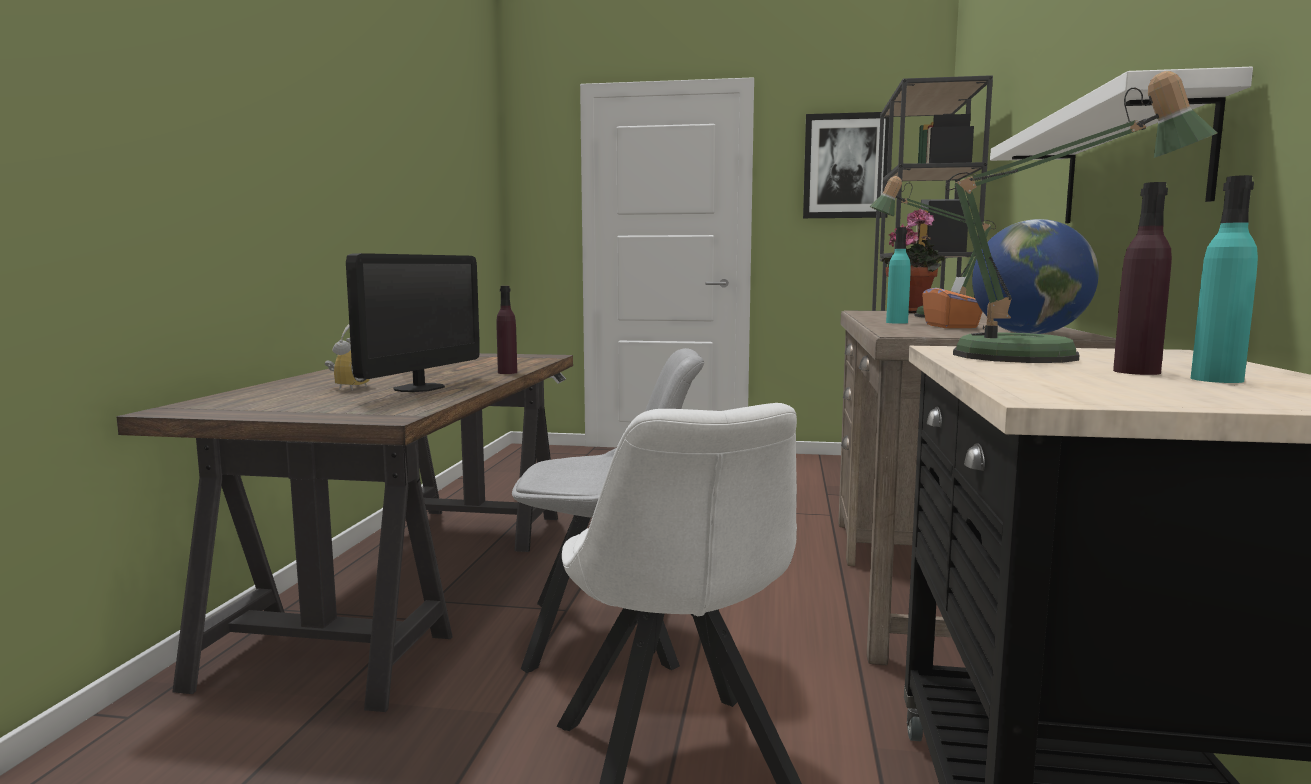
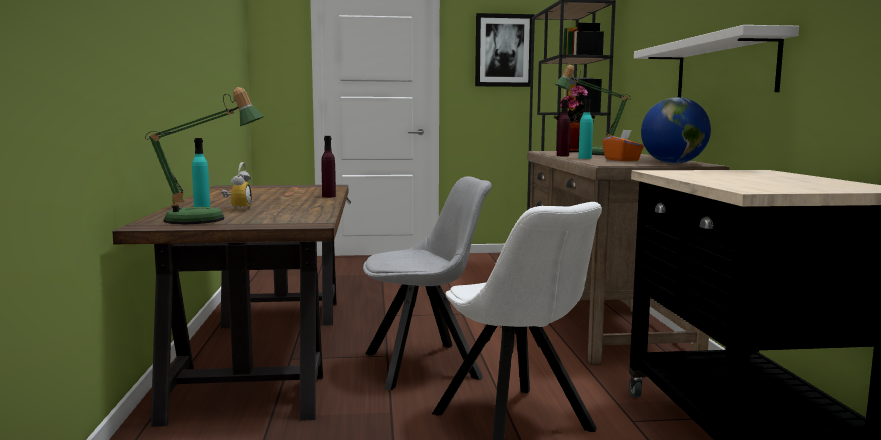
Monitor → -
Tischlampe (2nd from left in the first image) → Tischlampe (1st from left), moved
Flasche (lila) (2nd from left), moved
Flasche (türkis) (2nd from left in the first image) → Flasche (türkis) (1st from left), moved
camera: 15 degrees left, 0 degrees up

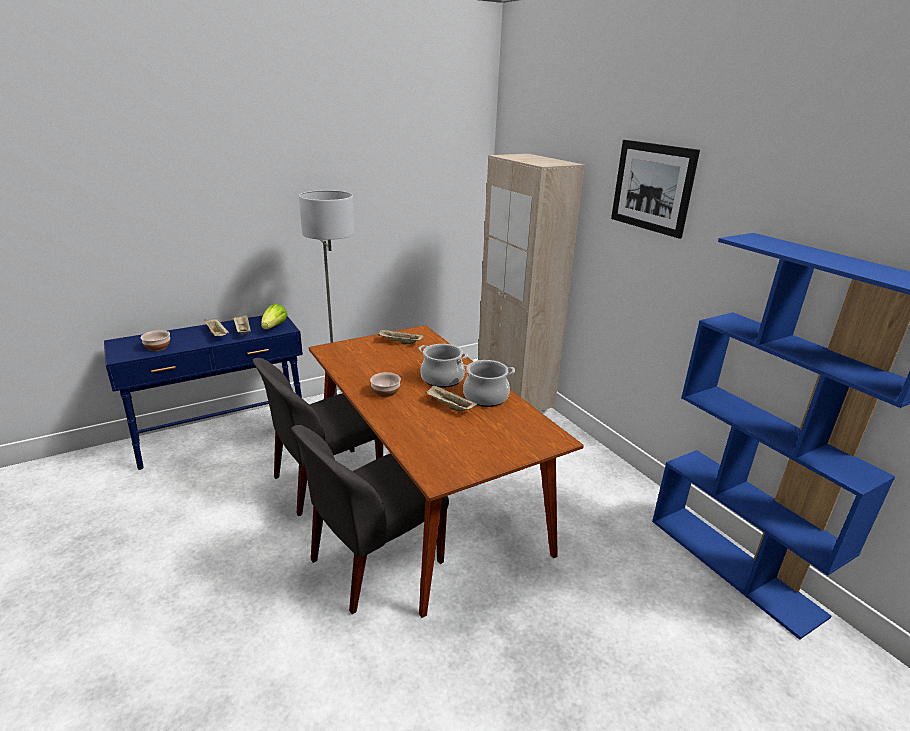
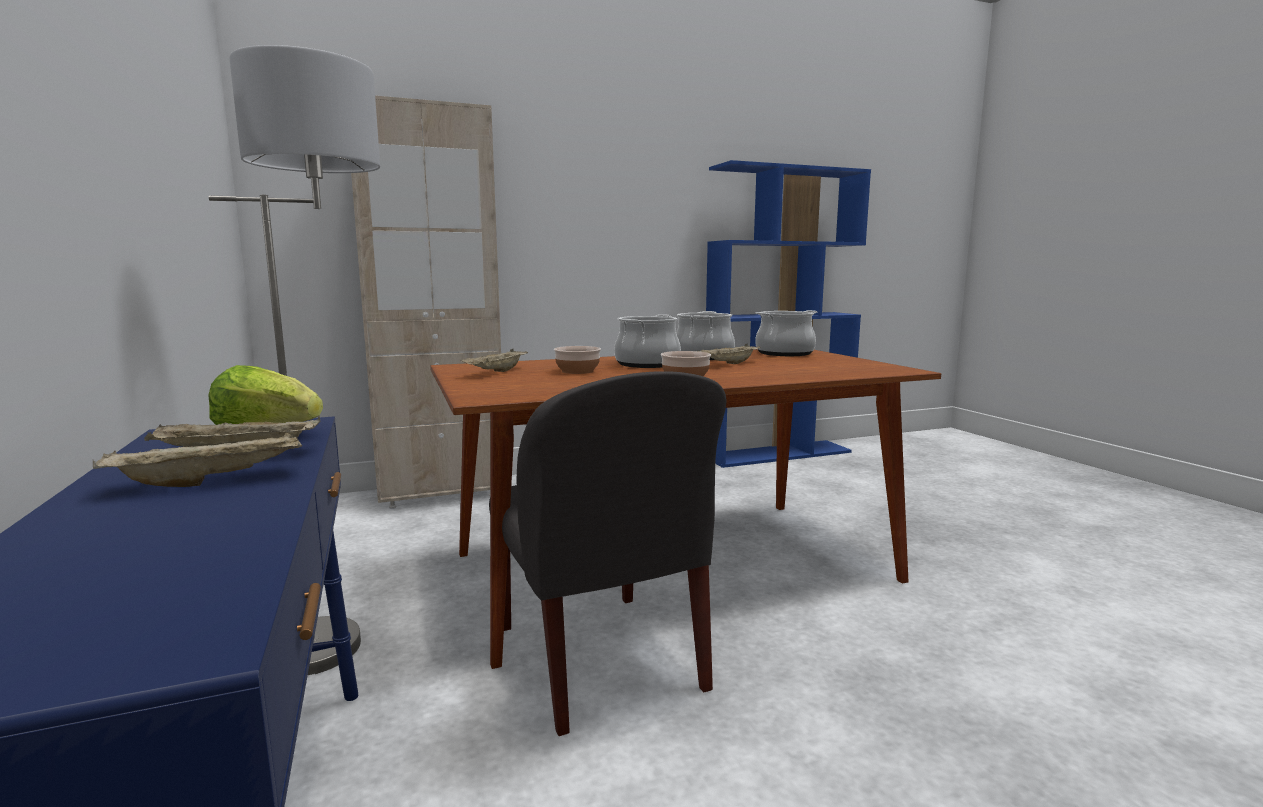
Schüssel (1st from left), moved
Stuhl (grau) (2nd from left) → -
Bild → -
- → Kochtopf (3rd from left)
camera: 80 degrees left, 15 degrees down

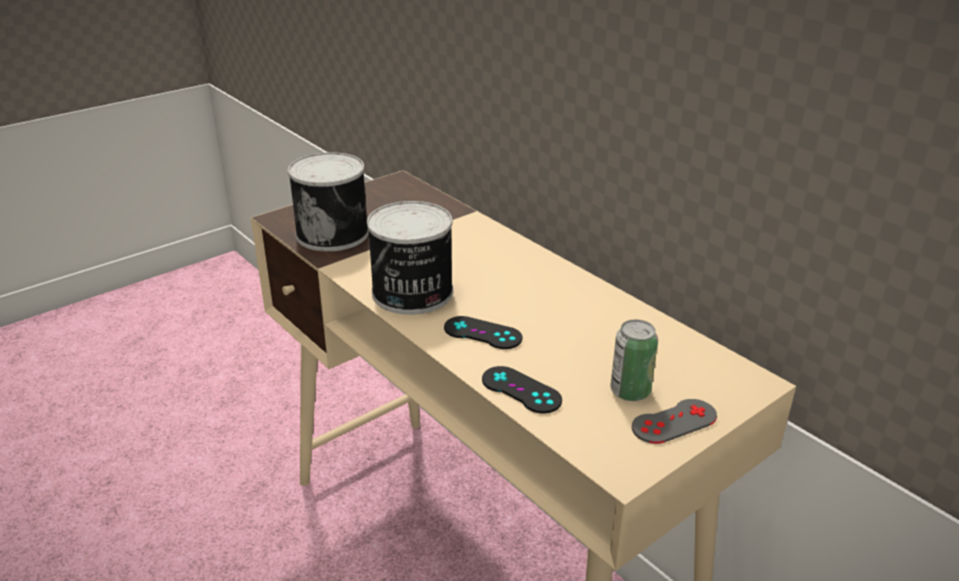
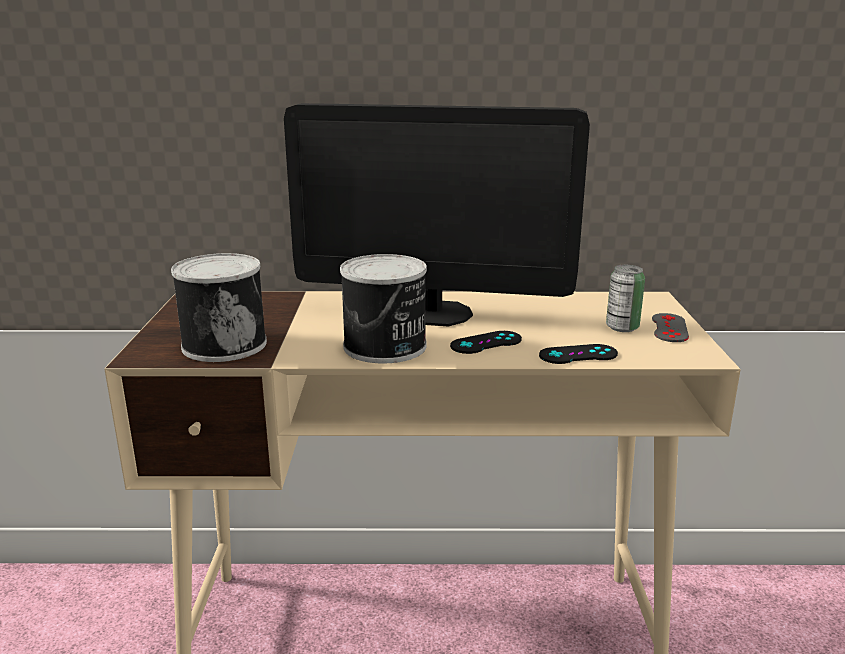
- → Monitor
camera: 50 degrees left, 10 degrees down

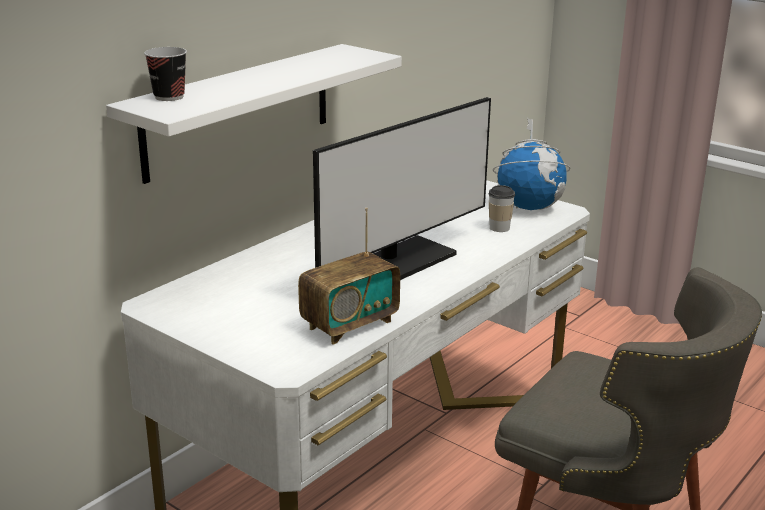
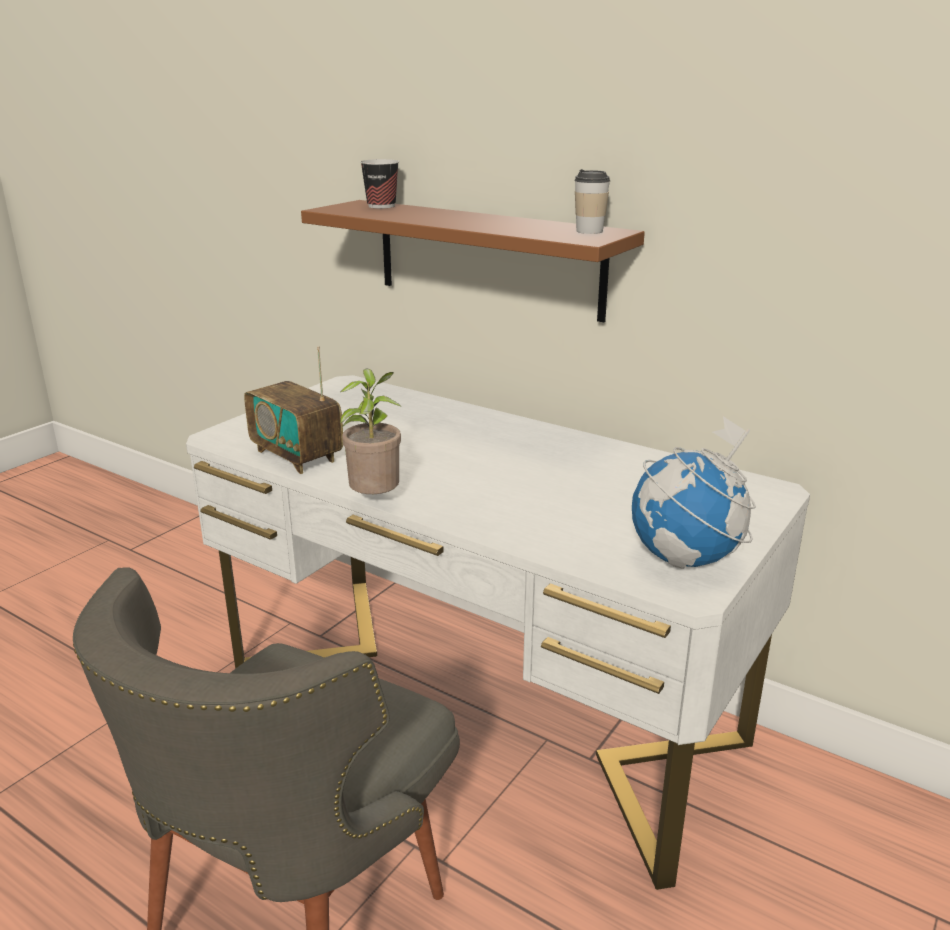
Wandregal (weiß) → Wandregal (braun)
Monitor → -
Tasse (2nd from left), moved
- → Topfpflanze
camera: 85 degrees right, 0 degrees up

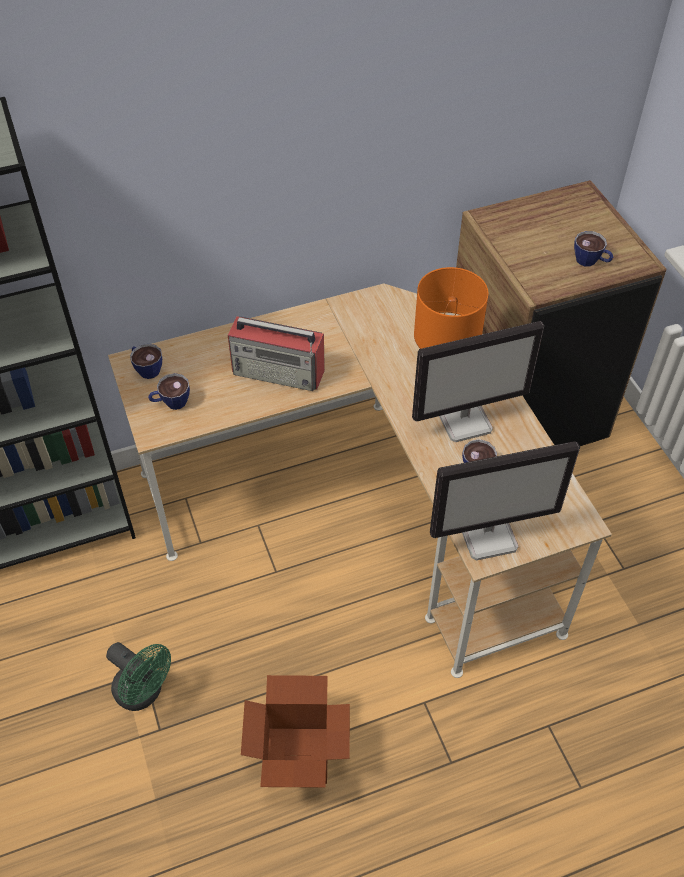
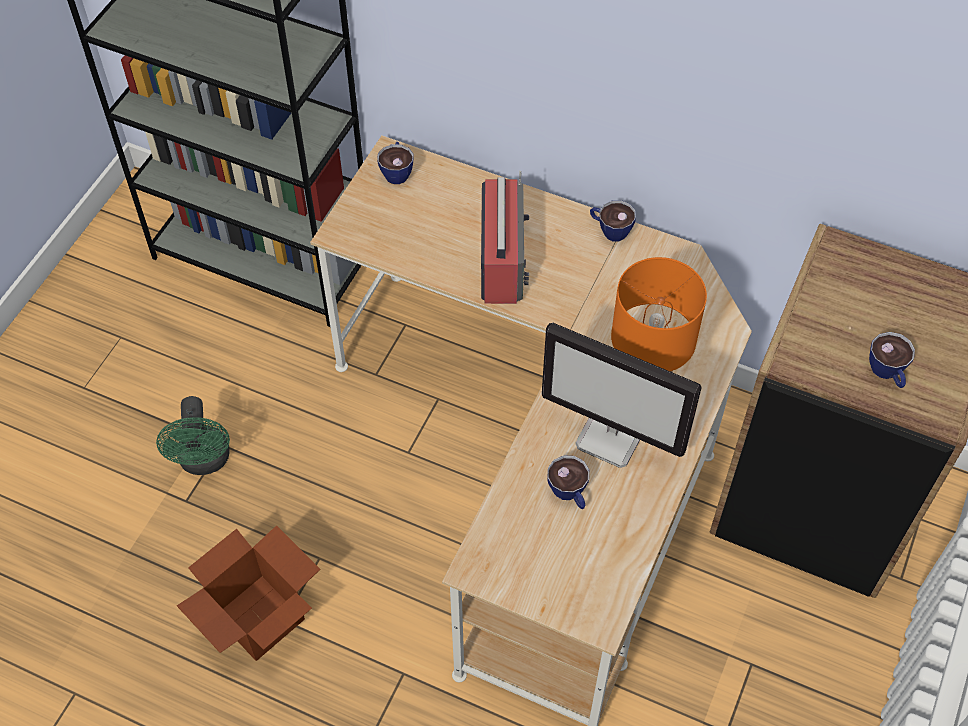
Tasse (2nd from left in the first image) → Tasse (3rd from left), moved
Radio, 150 degrees counterclockwise
Monitor (2nd from left) → -
camera: 45 degrees right, 5 degrees up

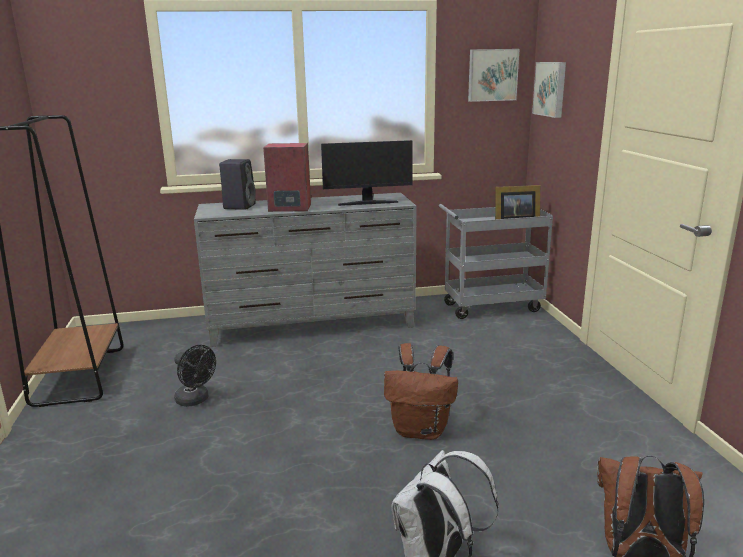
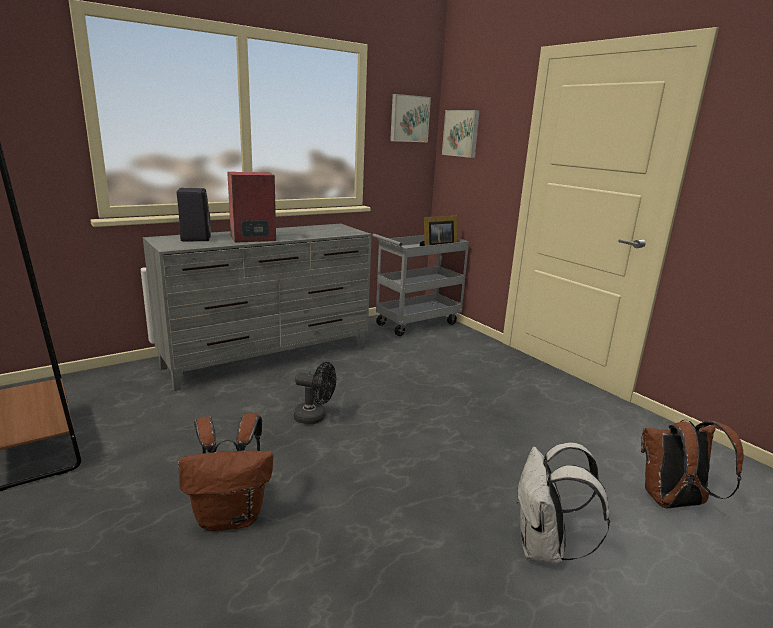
Ventilator (schwarz), moved
Monitor → -
Rucksack (braun) (1st from left), moved
camera: 25 degrees left, 0 degrees up

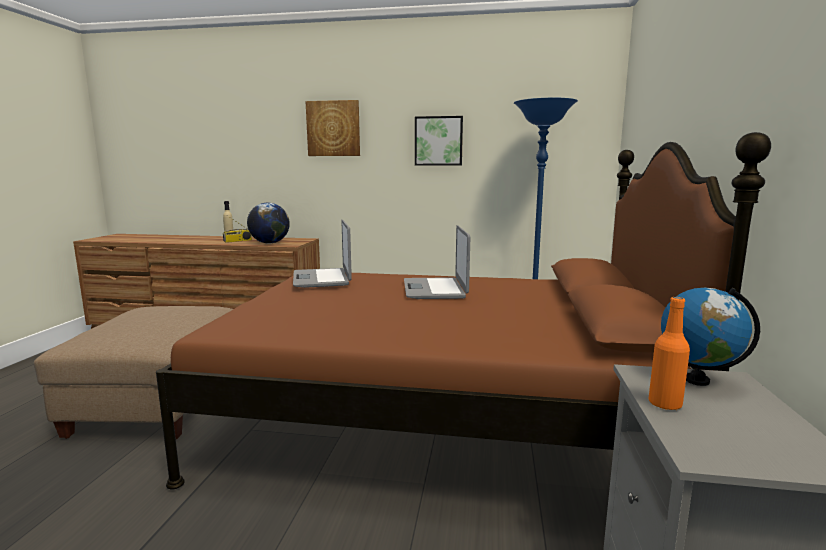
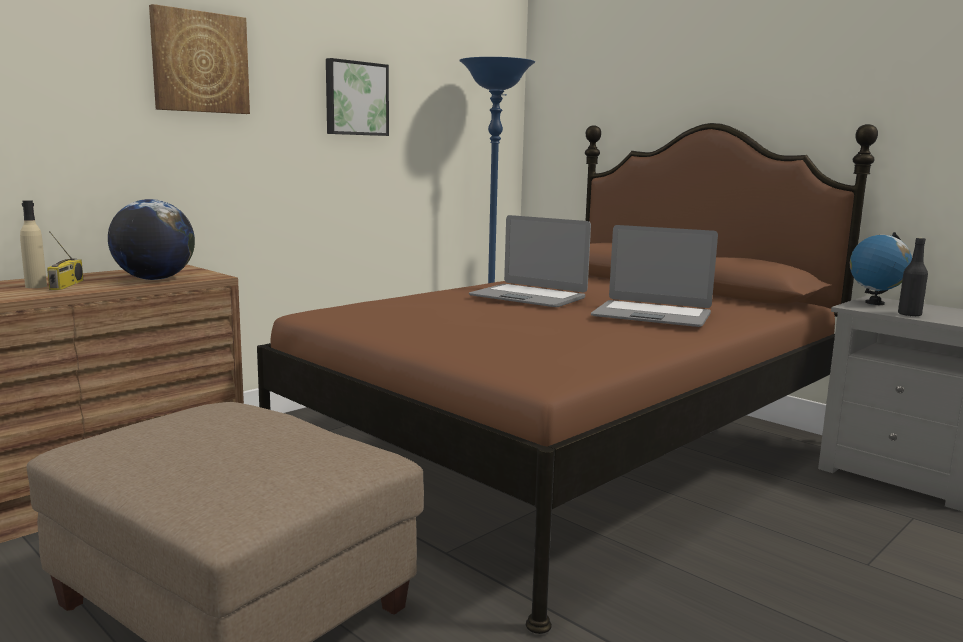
Laptop (1st from left in the first image) → Laptop (2nd from left), moved
Flasche (orange) → Flasche (schwarz)
camera: 55 degrees left, 0 degrees up

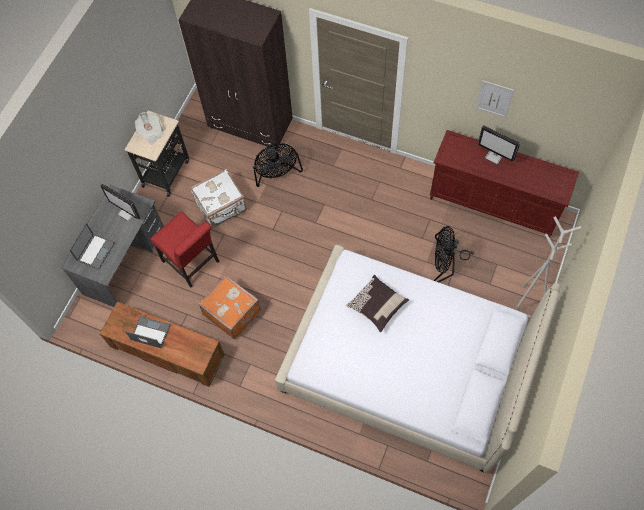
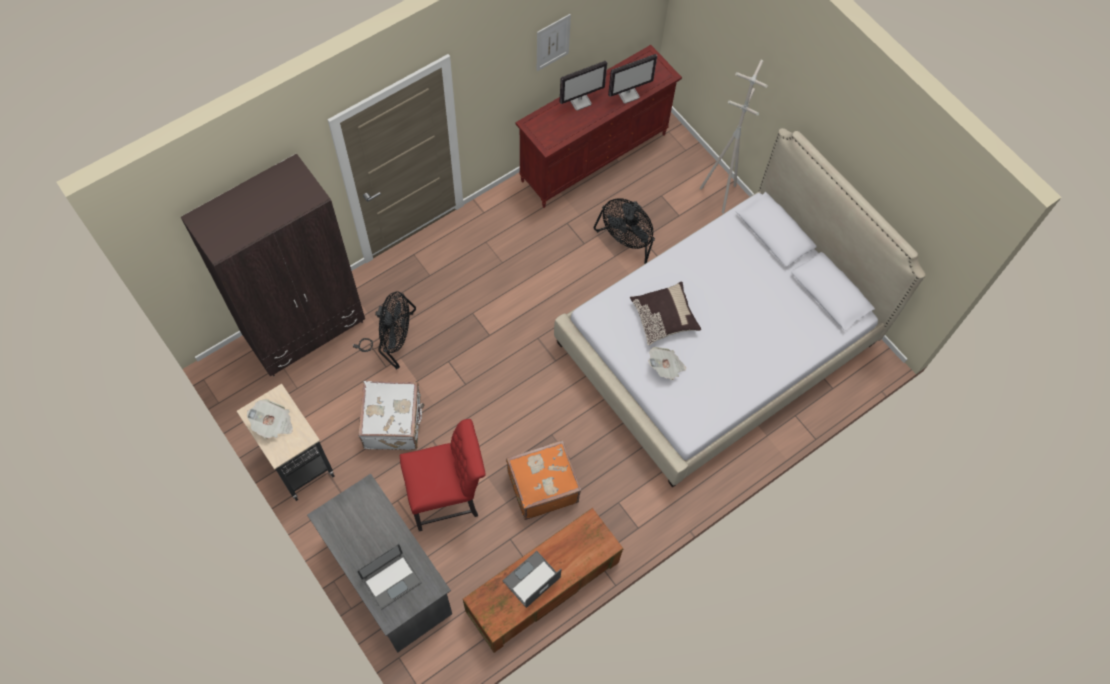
Laptop (1st from left), 90 degrees clockwise
Monitor (1st from left in the first image) → Monitor (2nd from left), moved
- → Zeitung (2nd from left)
camera: 65 degrees left, 0 degrees up

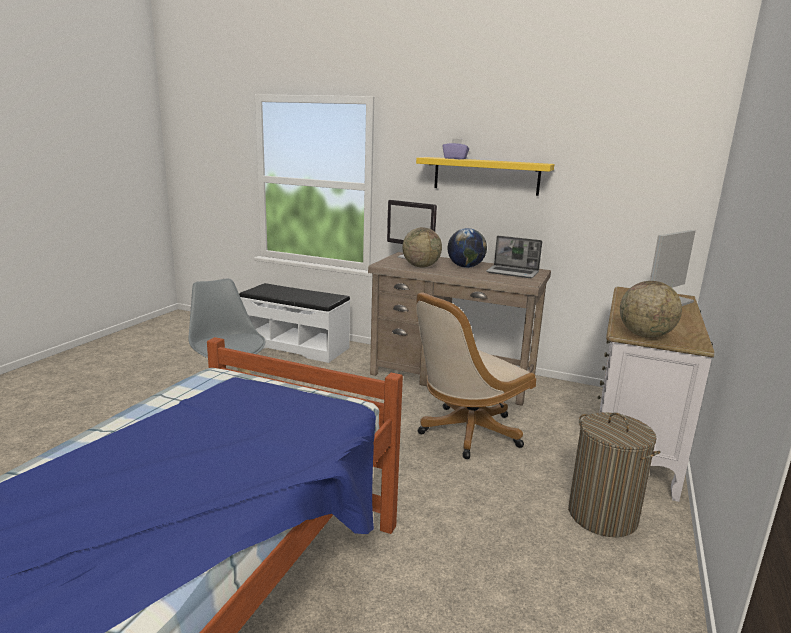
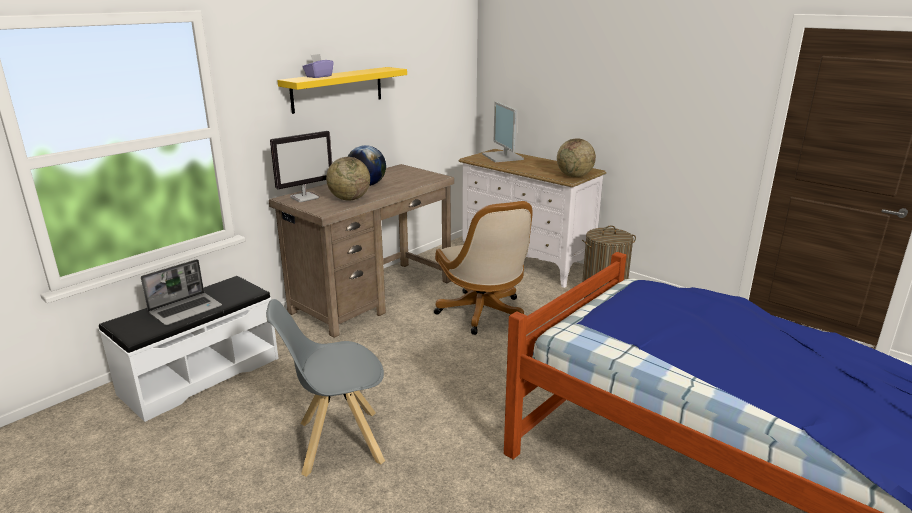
Laptop, moved
camera: 70 degrees left, 5 degrees up

